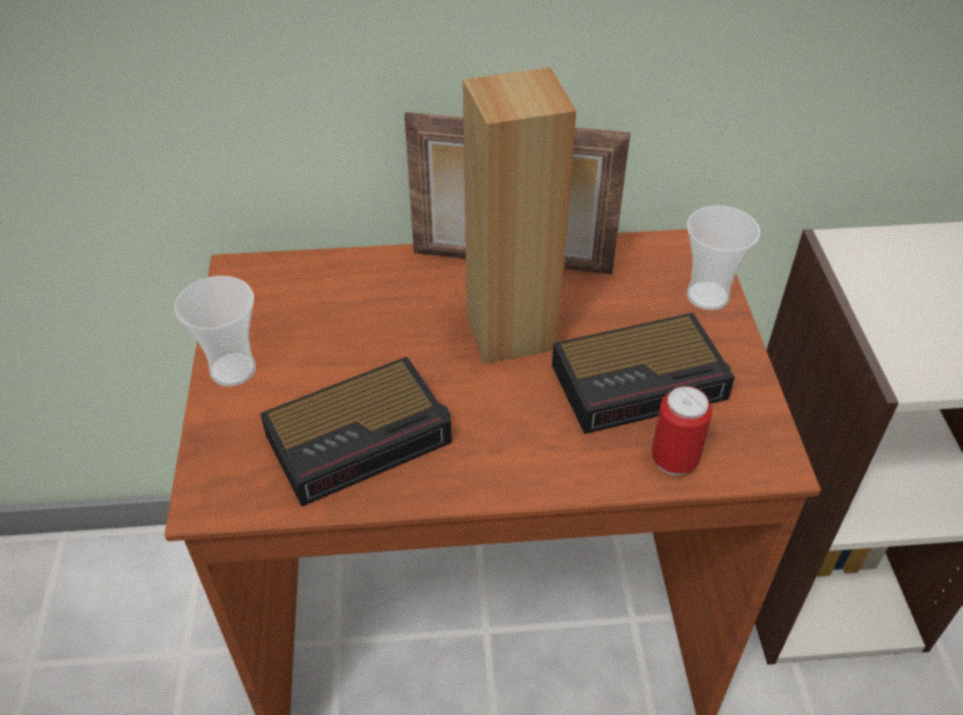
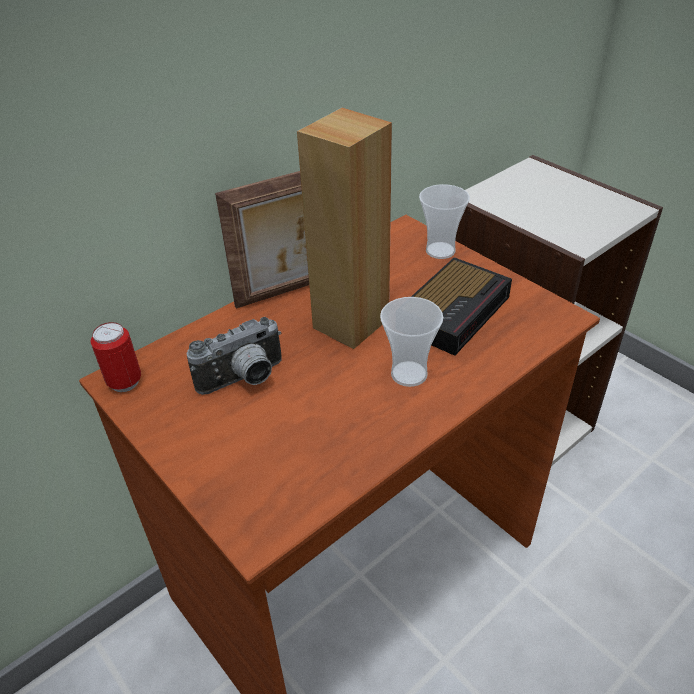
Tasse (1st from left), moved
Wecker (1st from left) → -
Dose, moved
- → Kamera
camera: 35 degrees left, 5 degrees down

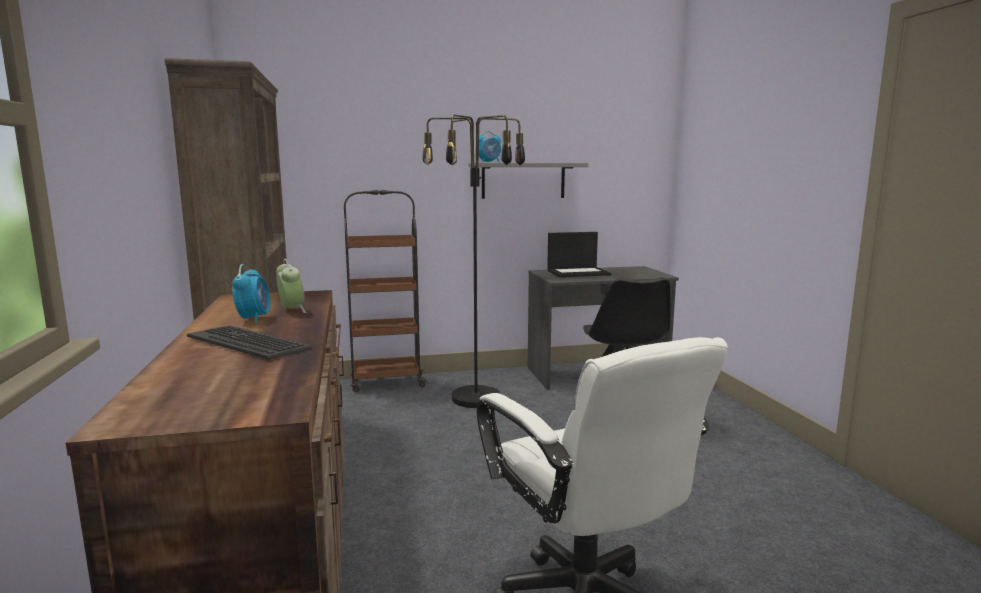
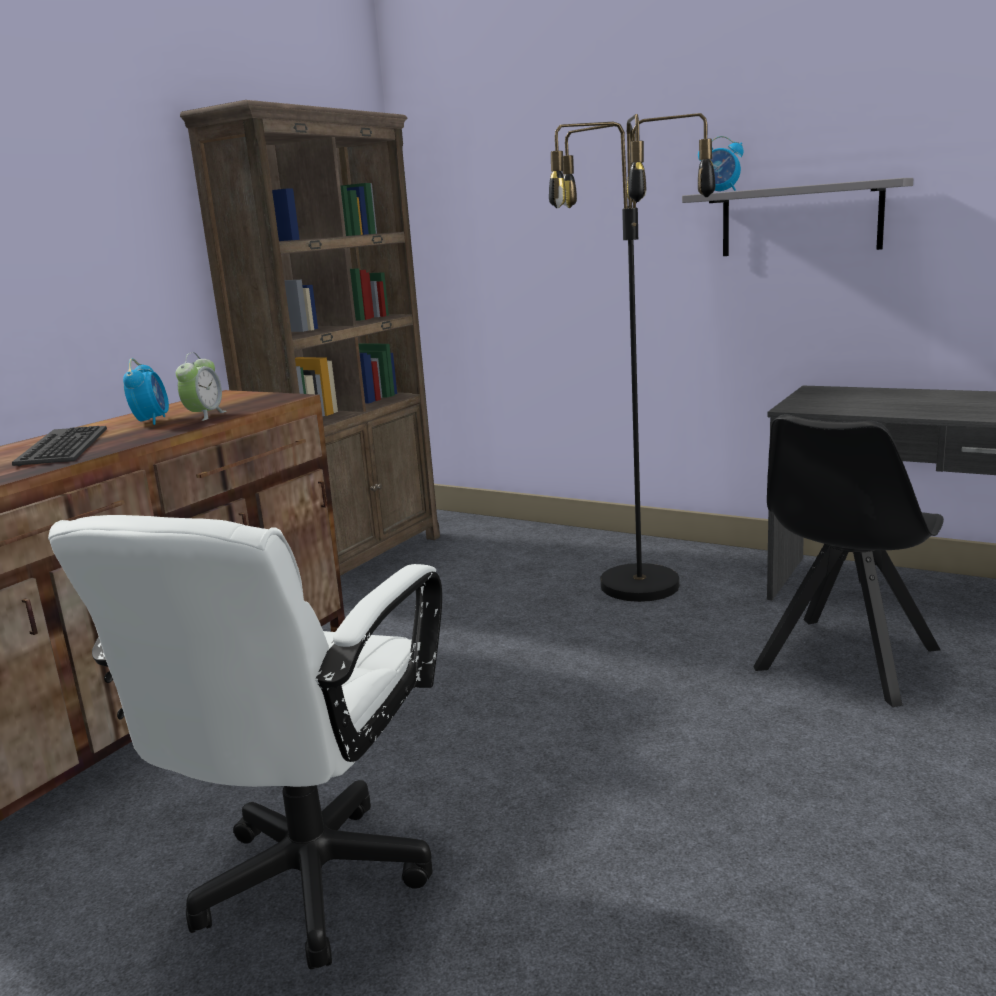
Wecker (1st from left), 45 degrees counterclockwise
Rollwagen (braun) → -
Laptop → -
camera: 45 degrees right, 5 degrees up

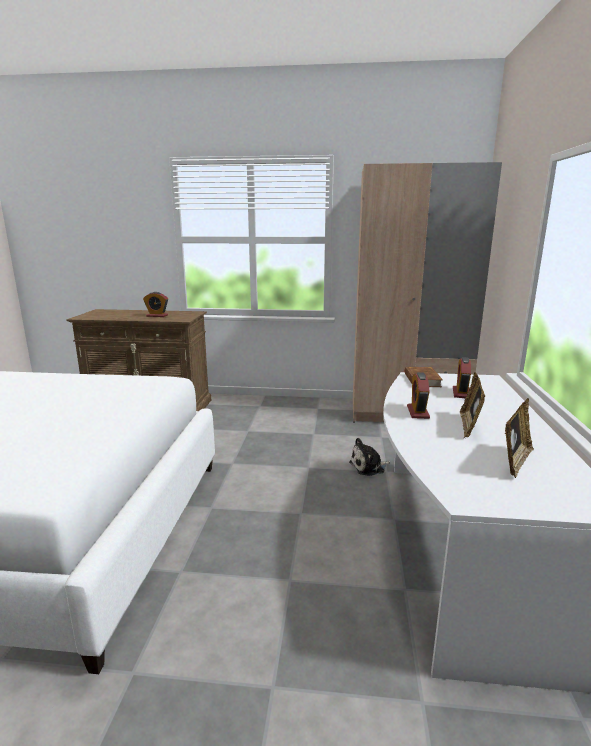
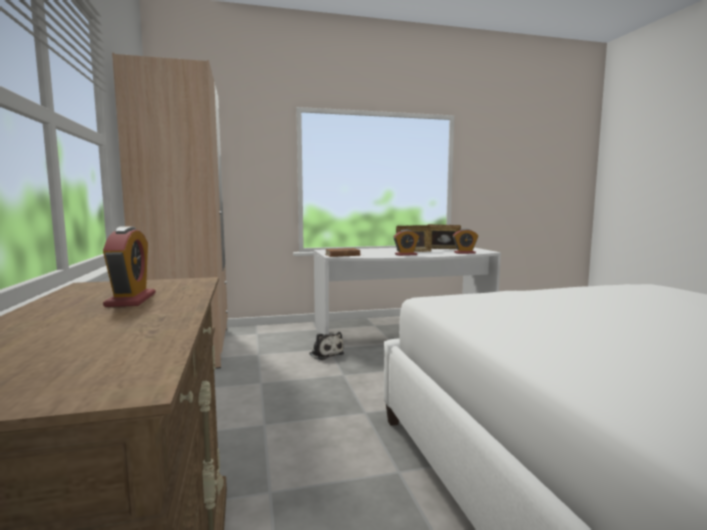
Wecker (3rd from left), moved
camera: 110 degrees left, 10 degrees down

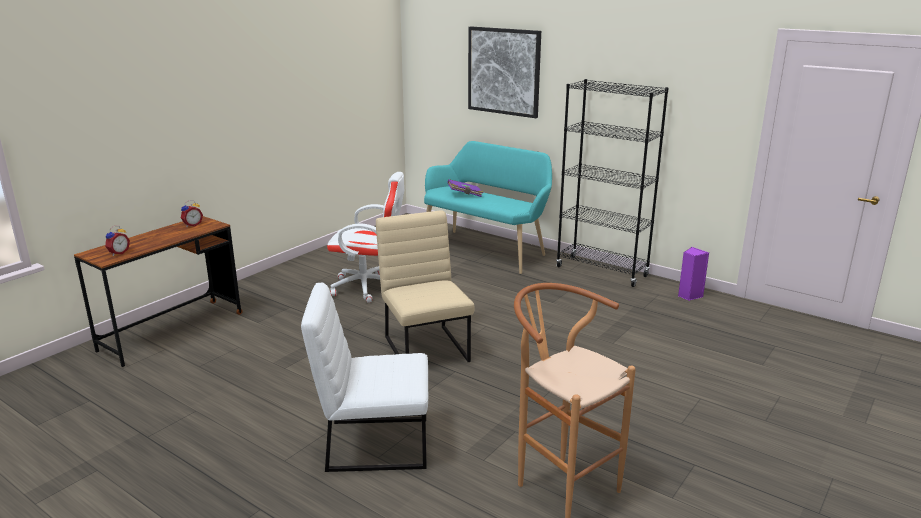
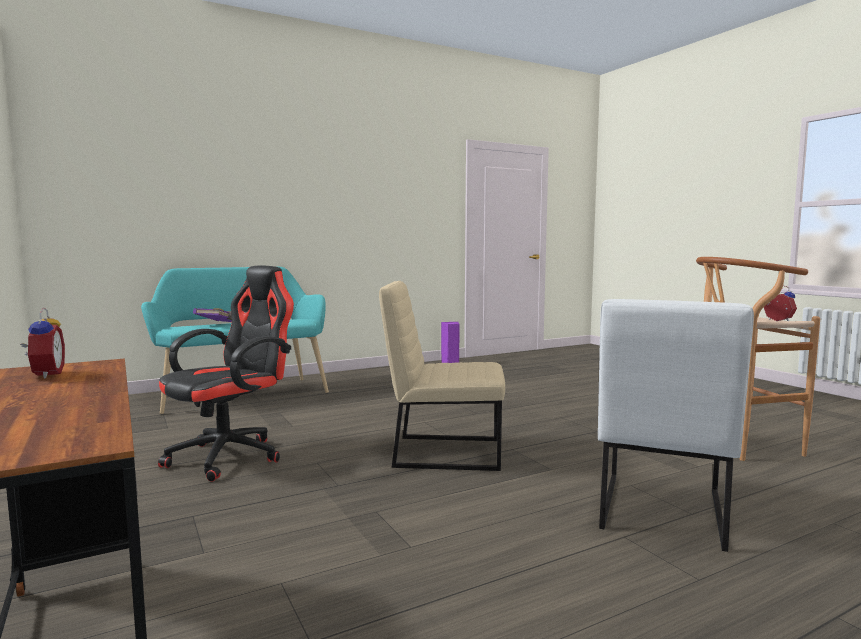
Wecker (1st from left in the first image) → Wecker (2nd from left), moved
Bürostuhl (weiß) → Bürostuhl (schwarz)
Bild → -
Bücherregal (schwarz) → -
camera: 65 degrees left, 15 degrees down

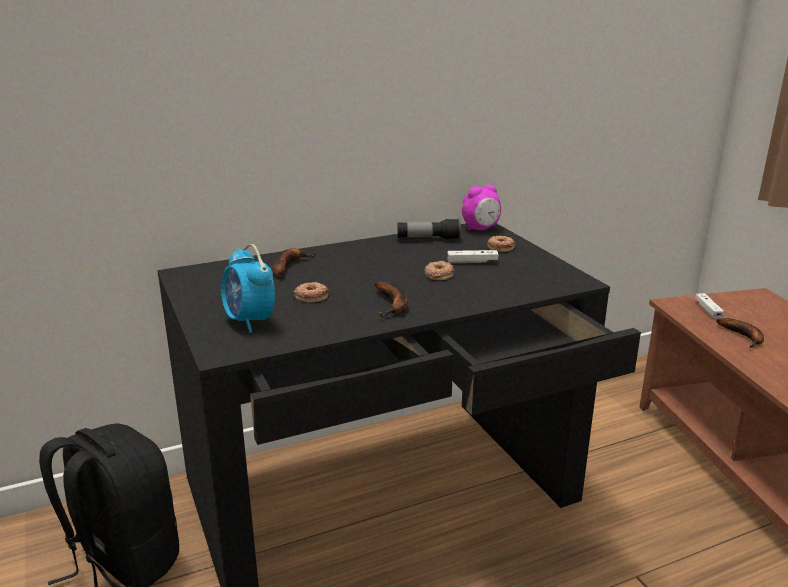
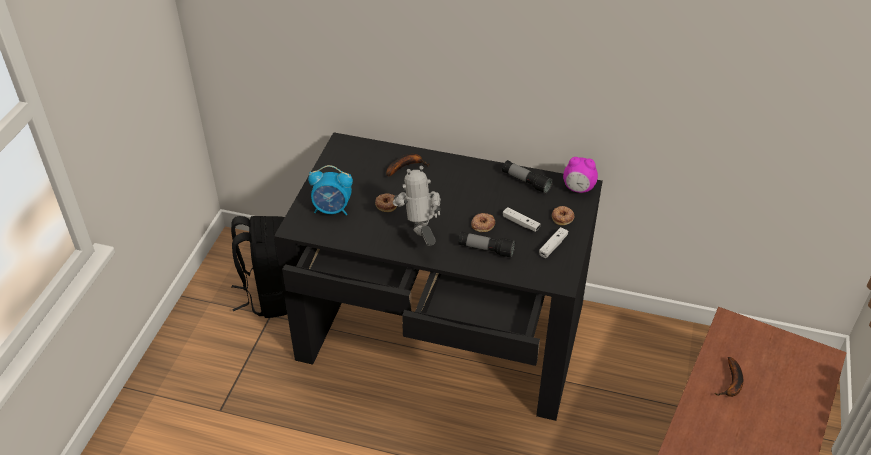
Wecker (1st from left), 90 degrees counterclockwise
Banane (2nd from left) → Spielzeugroboter
Gamepad (weiß) (2nd from left), moved
- → Taschenlampe (1st from left)
camera: 40 degrees right, 20 degrees up

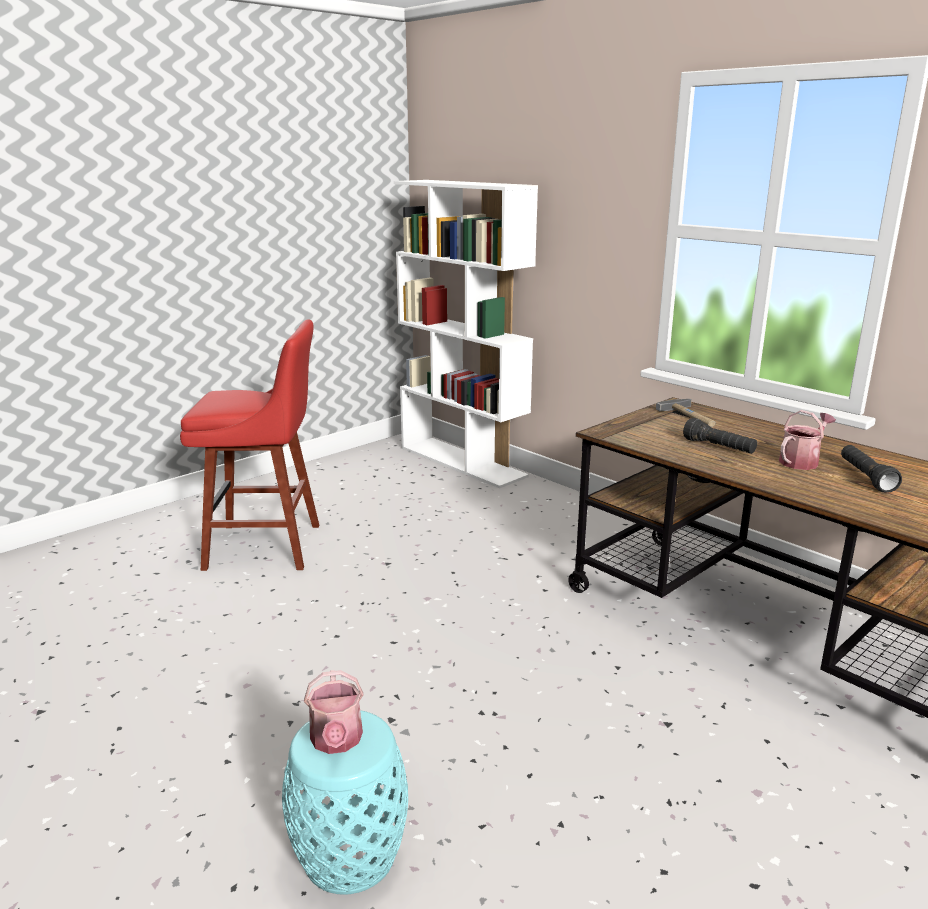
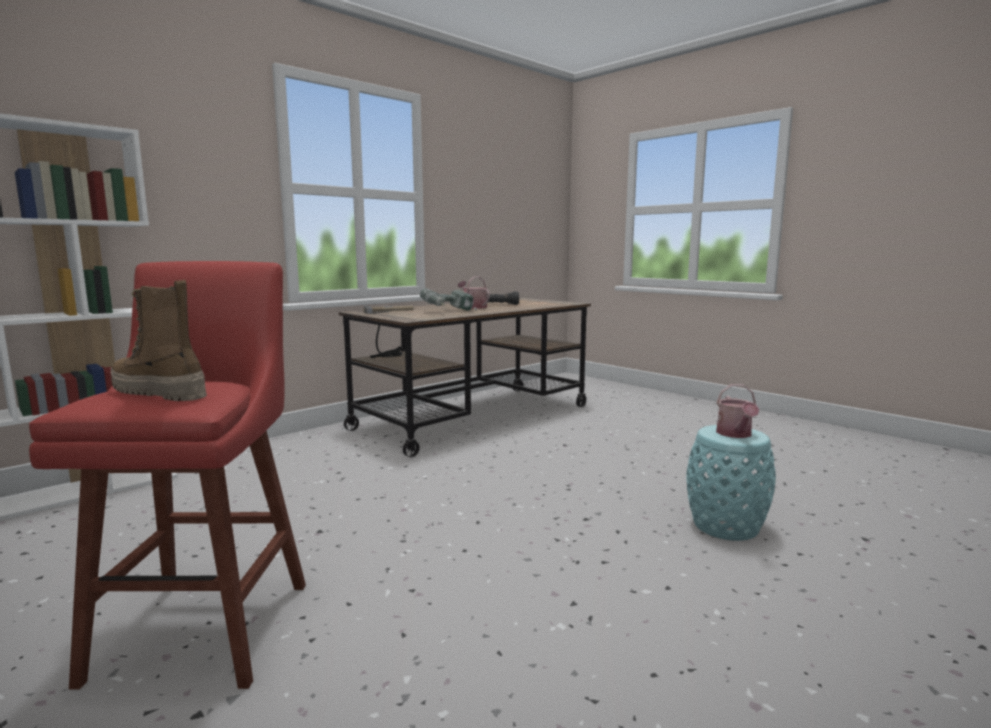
Gießkanne (1st from left in the first image) → Gießkanne (2nd from left), 105 degrees clockwise
Taschenlampe (schwarz) (1st from left) → Bohrmaschine
- → Stiefel
camera: 90 degrees left, 10 degrees down

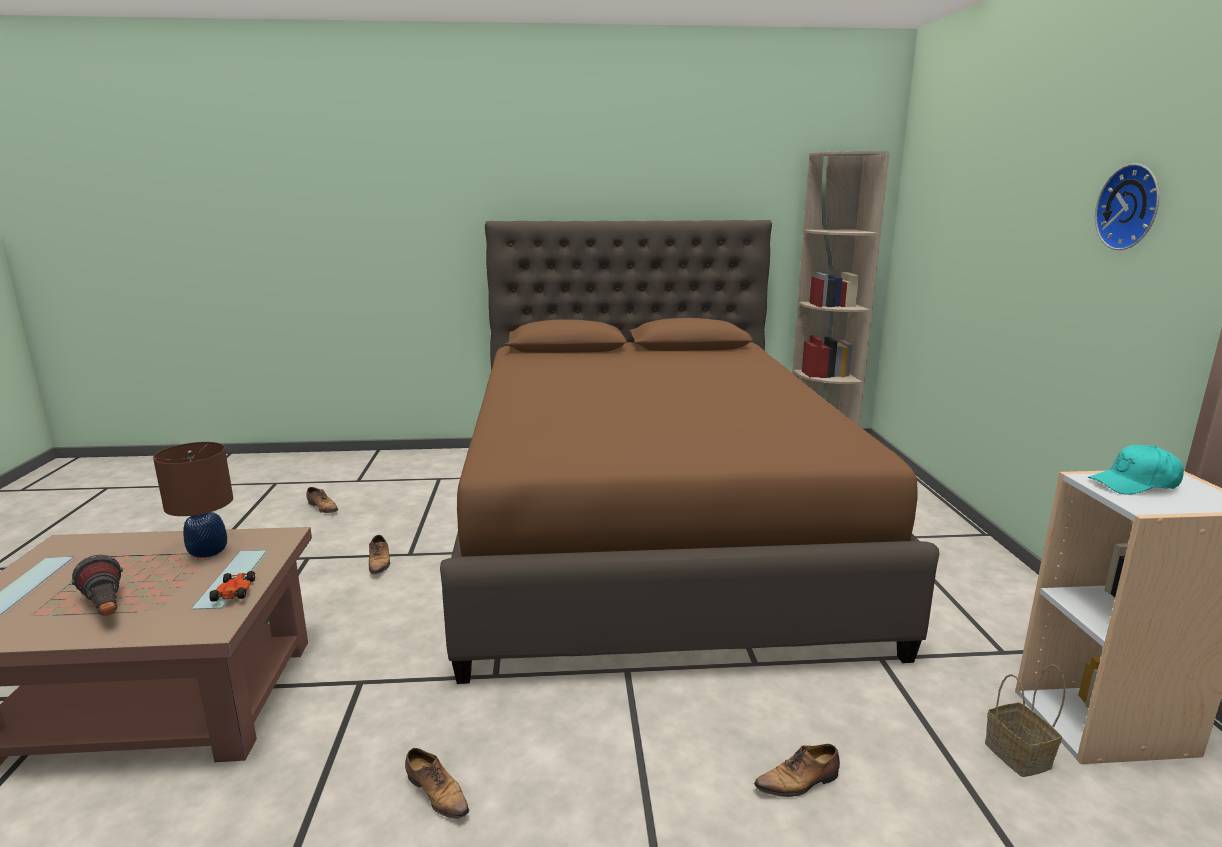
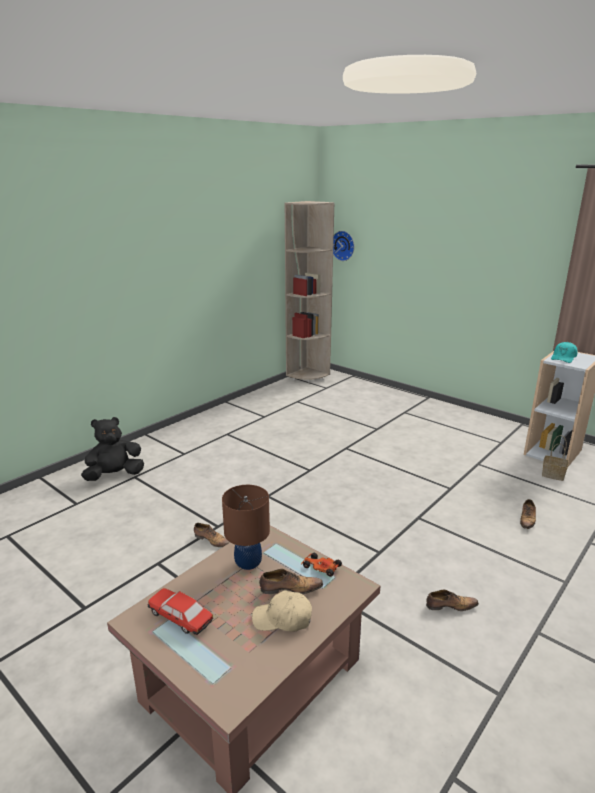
Taschenlampe → Kappe (beige)
Schuh (1st from left in the first image) → Schuh (2nd from left), moved
Bett (braun) → -
Wanduhr, moved
- → Plüschtier (schwarz)
- → Spielzeugauto (1st from left)
camera: 45 degrees left, 5 degrees up

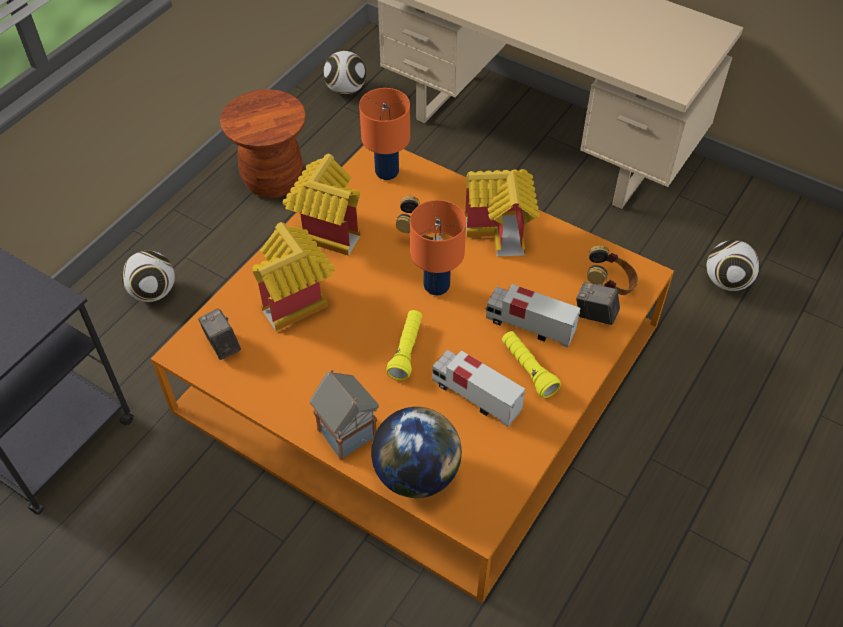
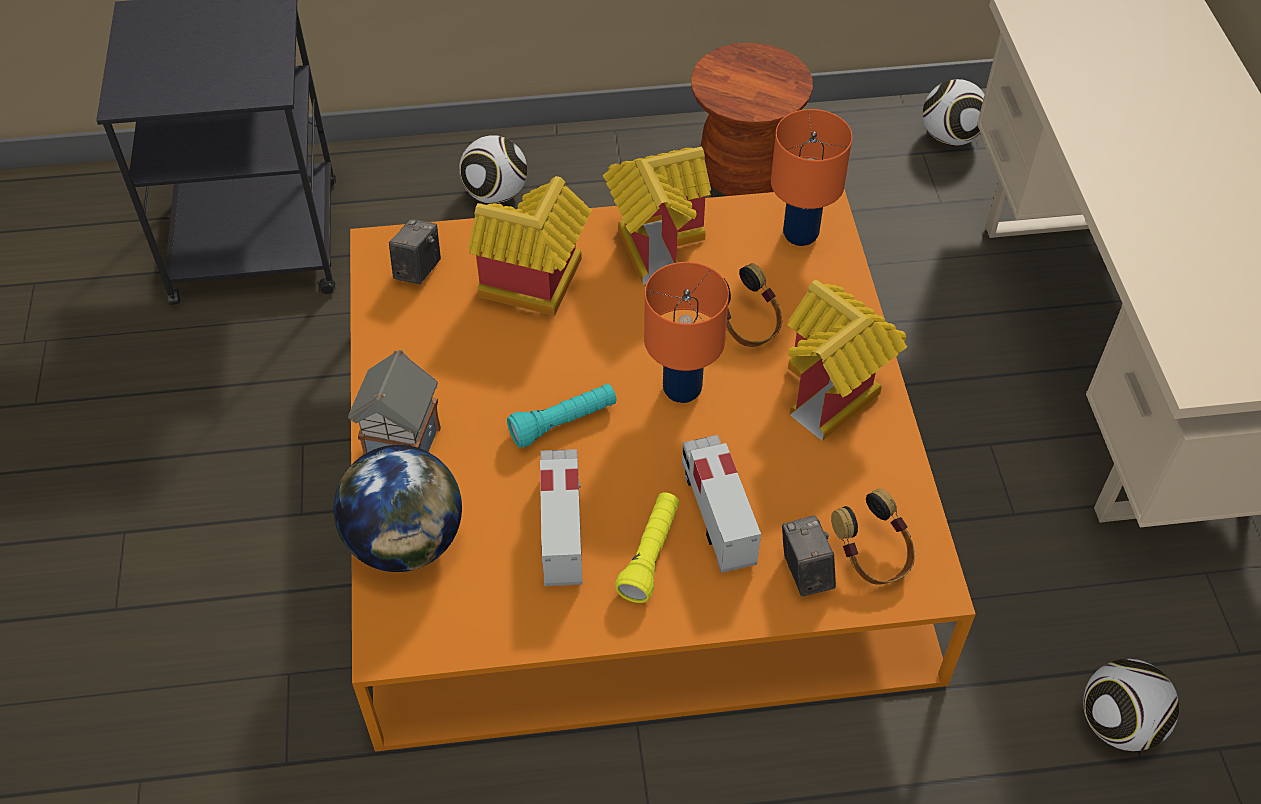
Taschenlampe (gelb) (1st from left) → Taschenlampe (türkis)
camera: 50 degrees right, 0 degrees up

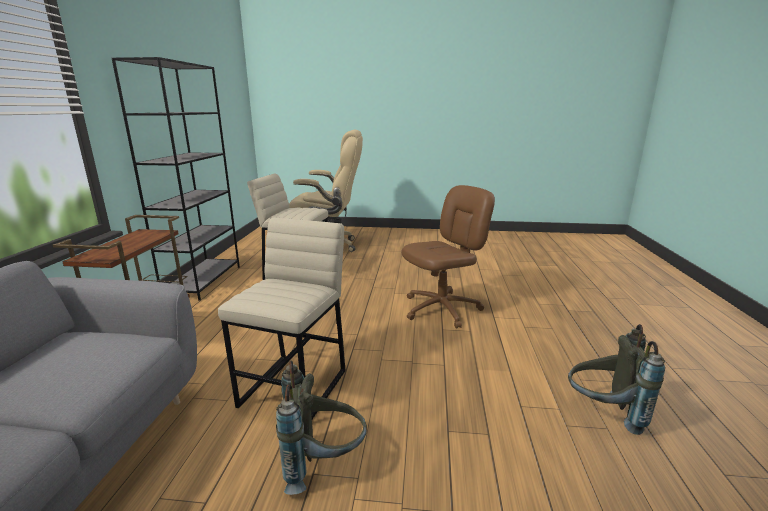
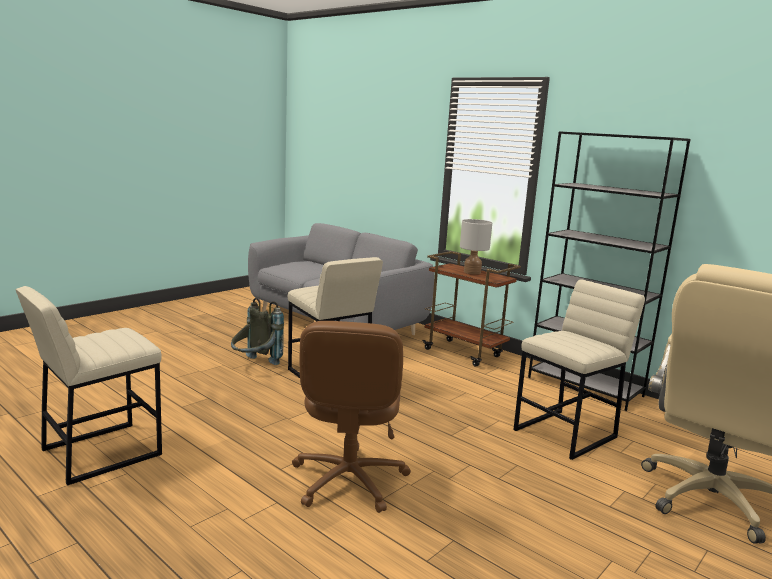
Rucksack (grau) (2nd from left) → Stuhl (beige) (1st from left)
- → Tischlampe (grau)
camera: 125 degrees right, 5 degrees down

